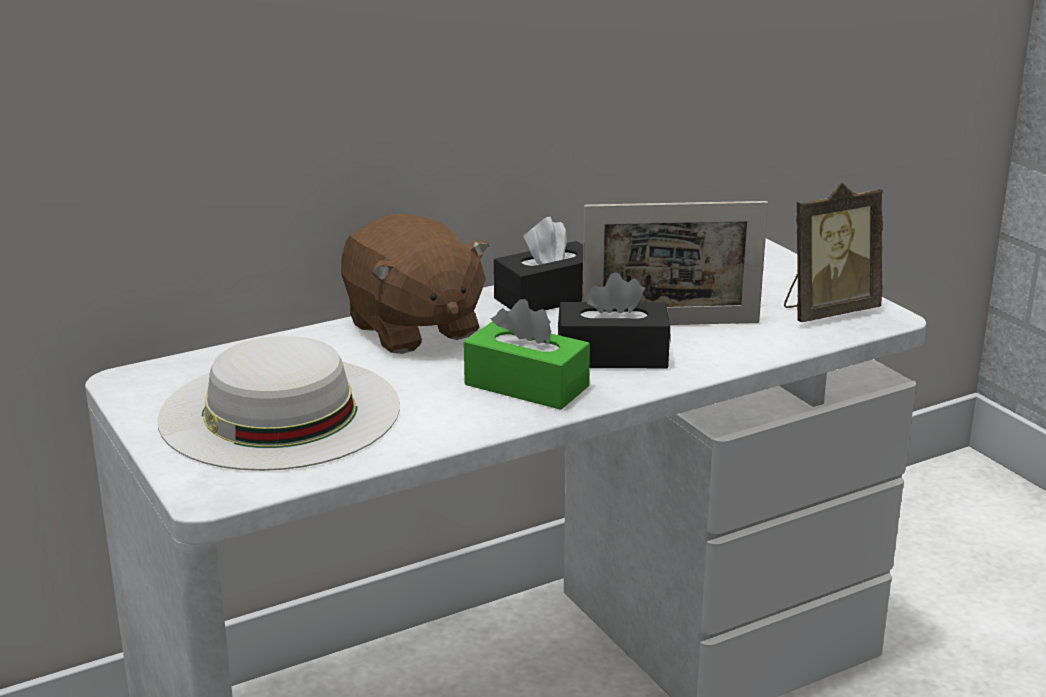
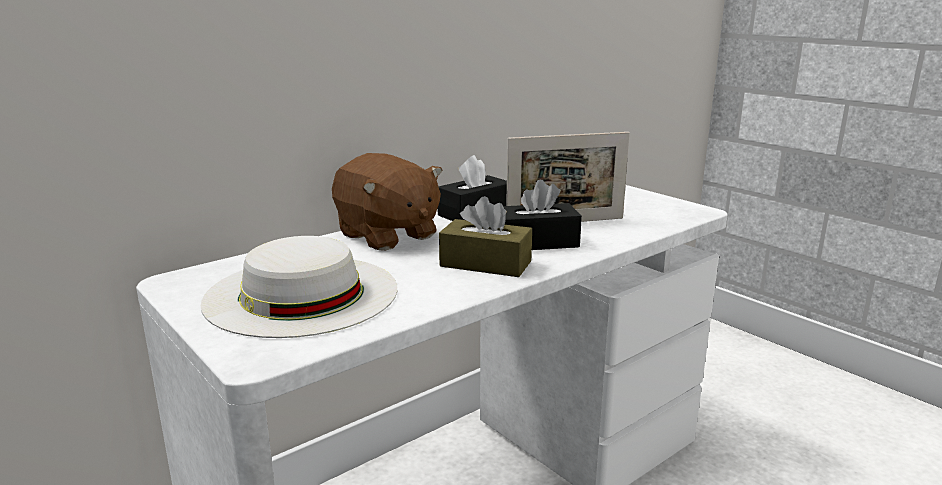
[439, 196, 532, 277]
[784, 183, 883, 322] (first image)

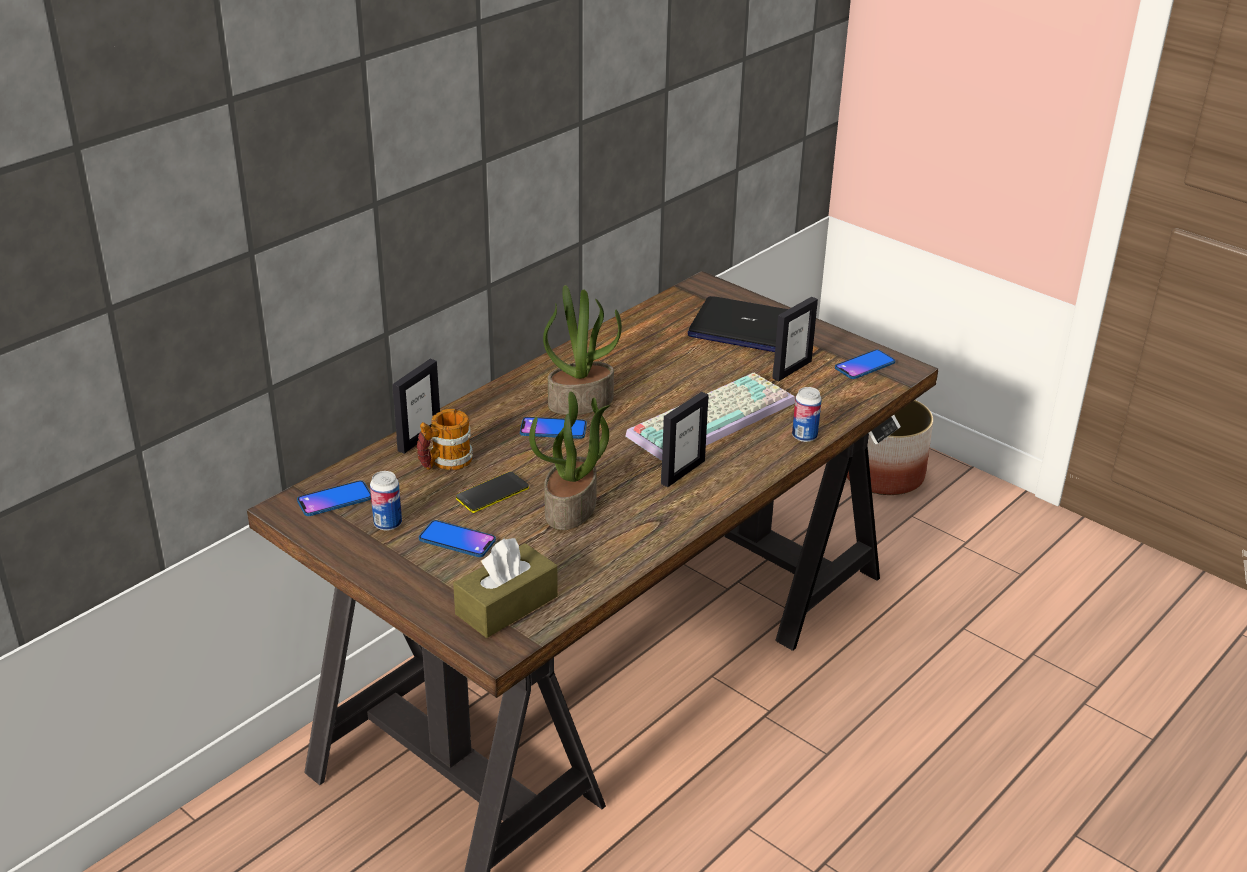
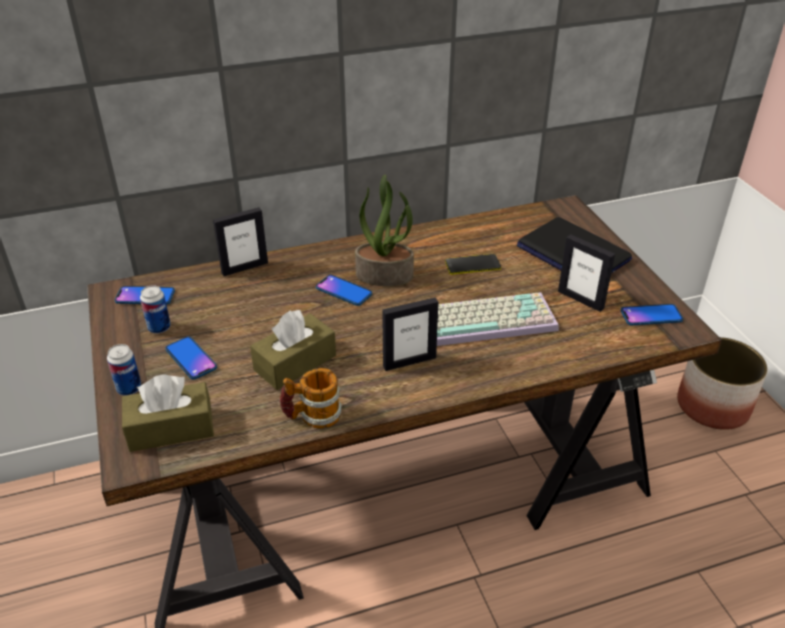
[107, 344, 142, 396]
[250, 310, 336, 390]
[280, 368, 342, 429]
[445, 254, 501, 275]
[558, 234, 615, 312]

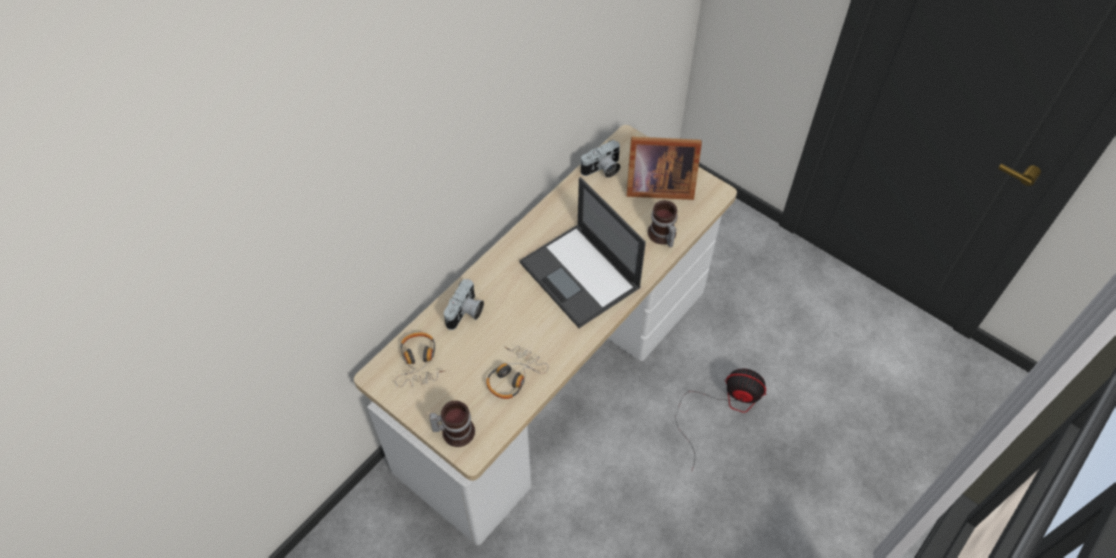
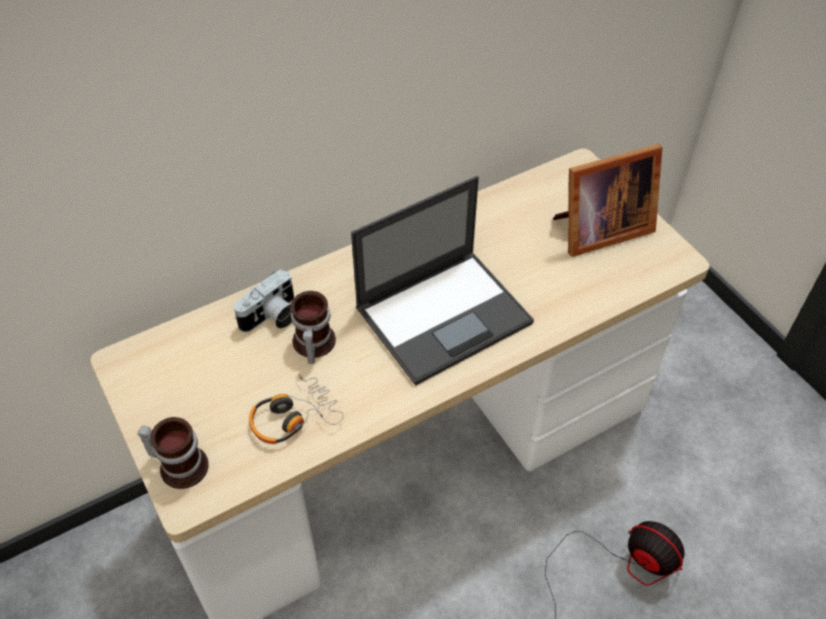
[290, 291, 336, 364]
[351, 176, 534, 386]
[553, 144, 662, 257]
[395, 332, 444, 387] (first image)
[580, 140, 621, 178] (first image)

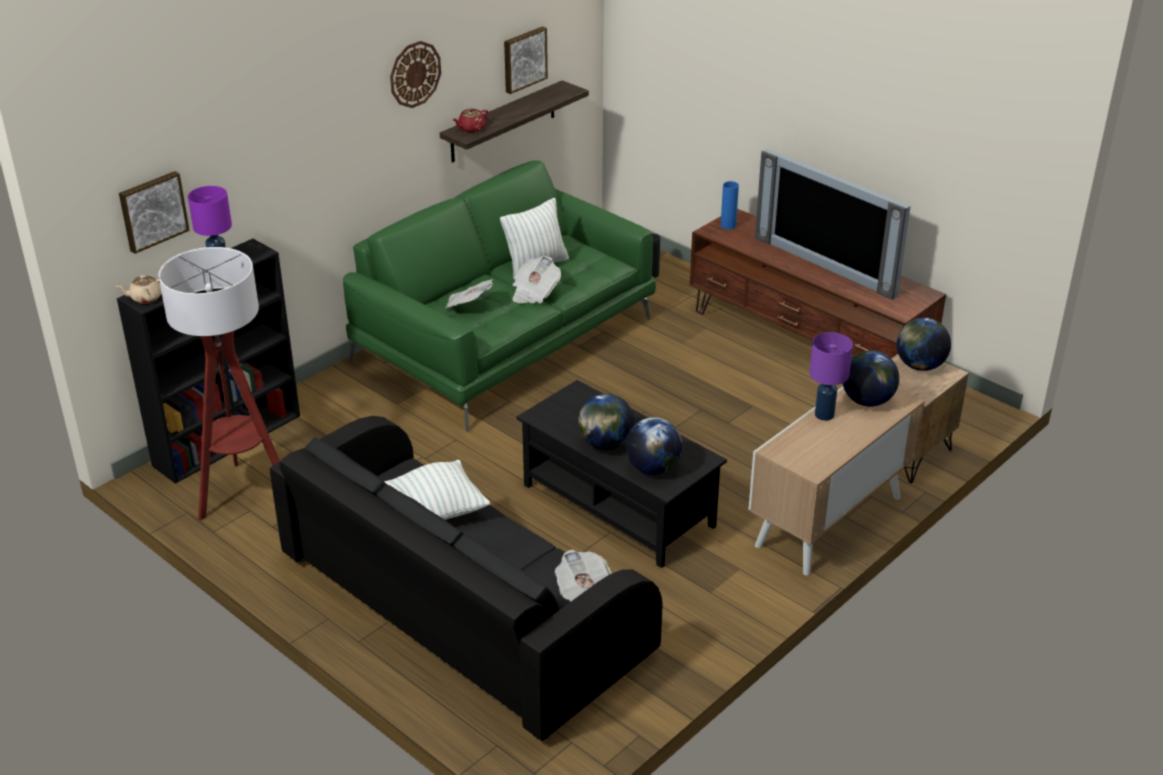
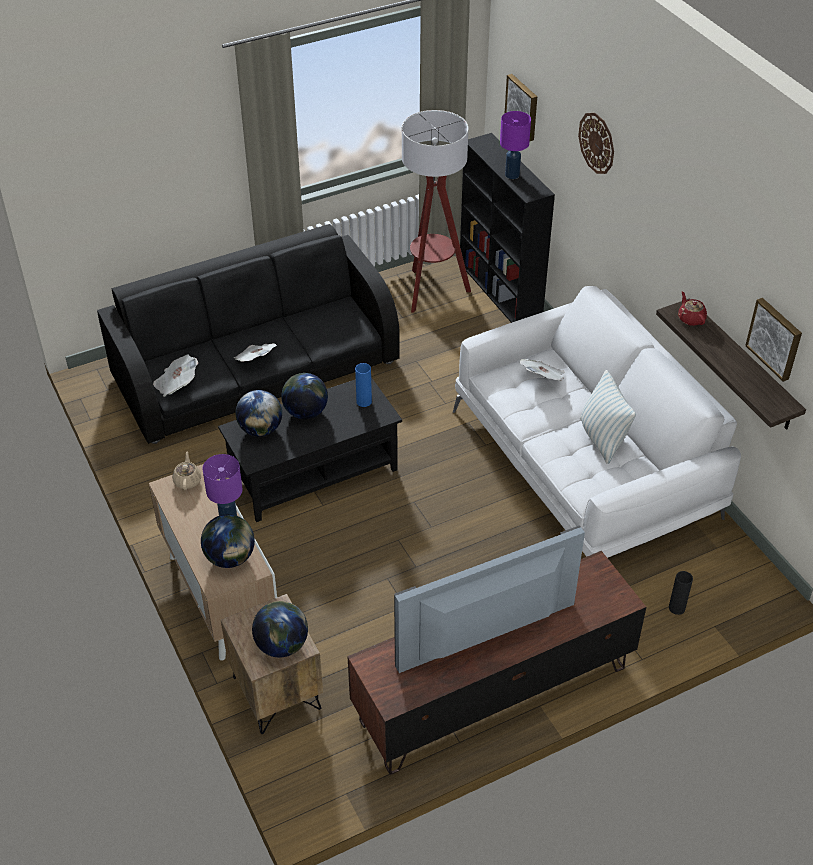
[172, 452, 201, 490]
[234, 343, 277, 362]
[355, 363, 372, 407]
[453, 286, 741, 558]
[578, 113, 614, 174]
[384, 460, 490, 520] (first image)

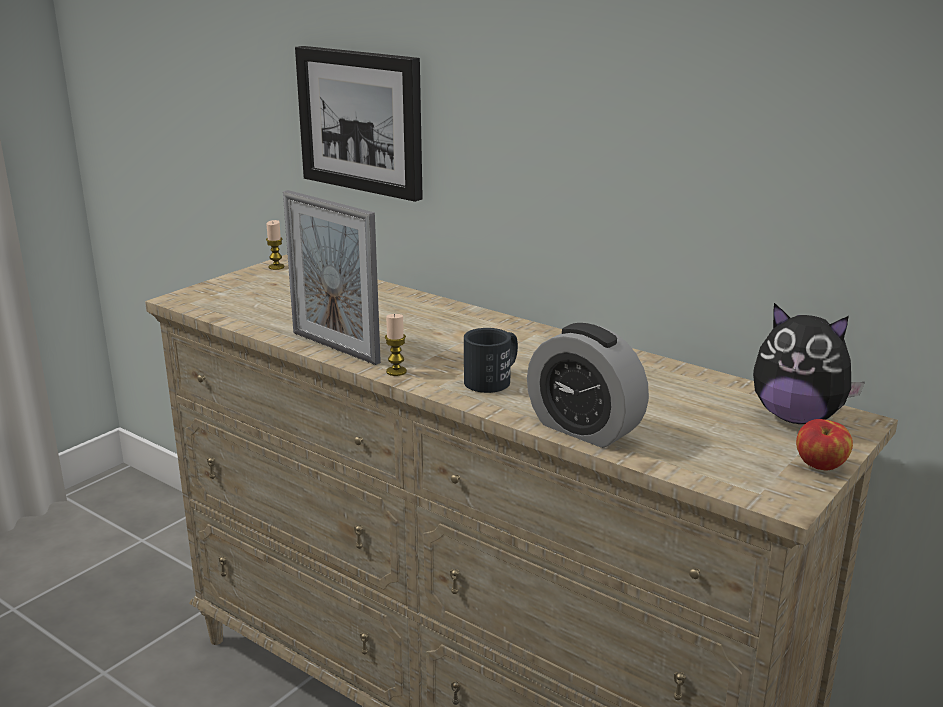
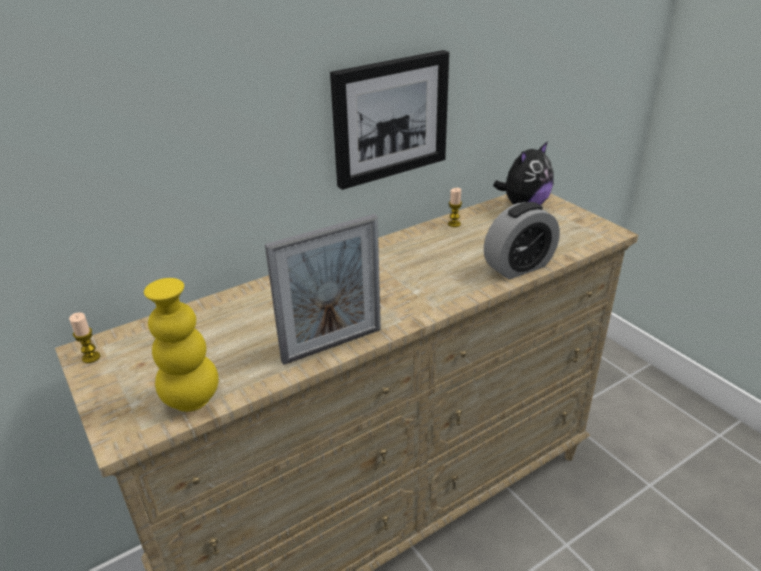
[144, 278, 219, 412]
[330, 50, 449, 190]
[448, 188, 462, 227]
[464, 328, 518, 393] (first image)
[796, 419, 853, 471] (first image)

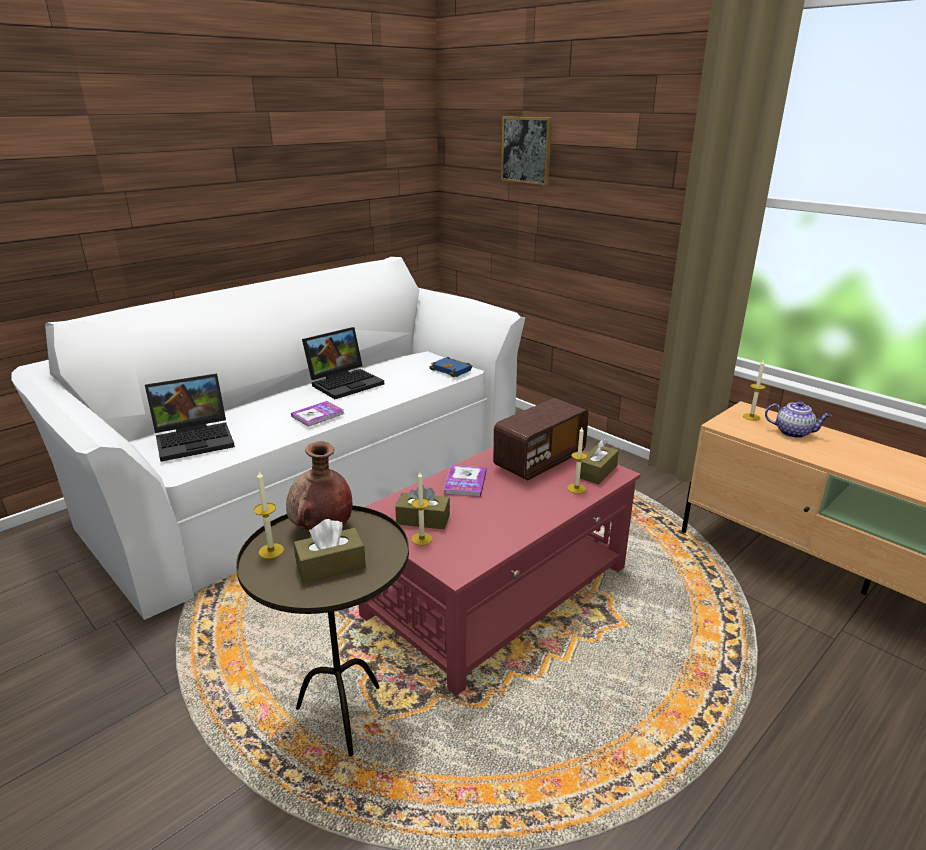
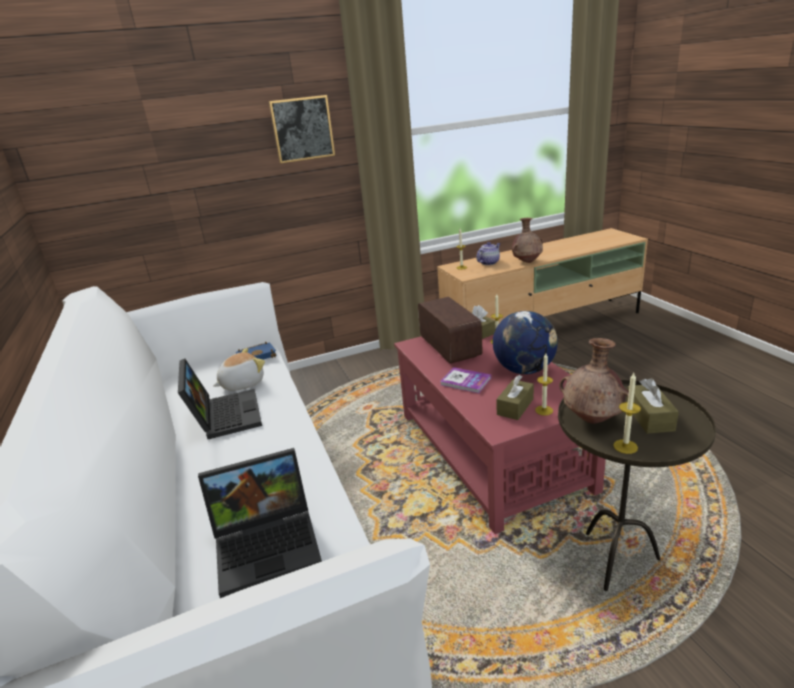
[198, 448, 322, 598]
[213, 348, 265, 391]
[269, 95, 335, 164]
[493, 311, 558, 374]
[512, 218, 543, 263]
[291, 401, 344, 427] (first image)

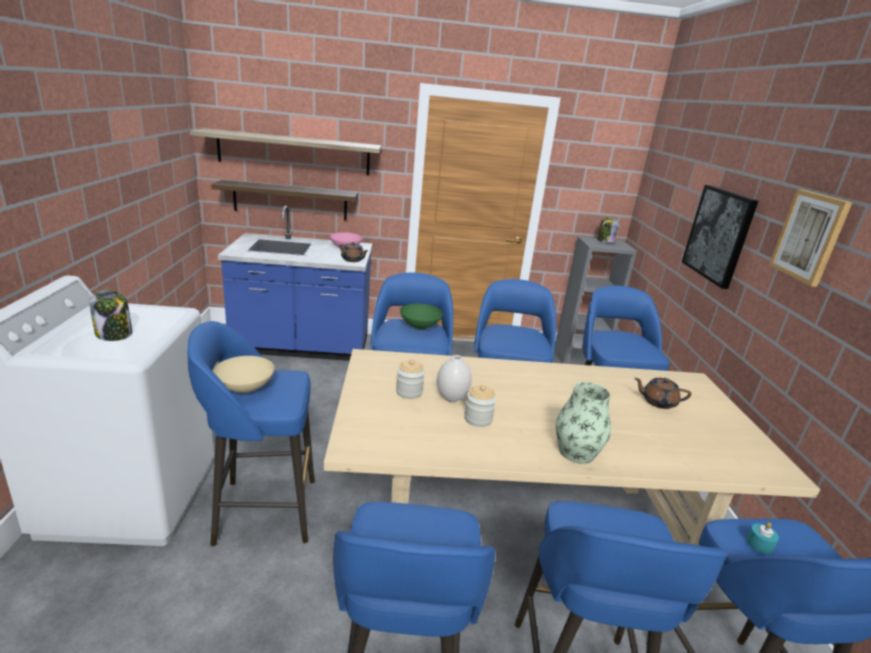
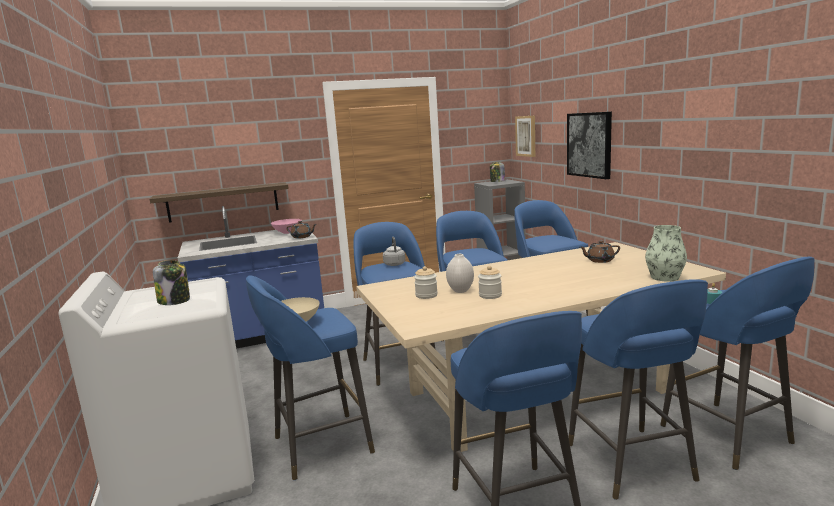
[383, 237, 405, 266]
[515, 116, 535, 157]
[645, 225, 687, 282]
[190, 128, 382, 176] (first image)

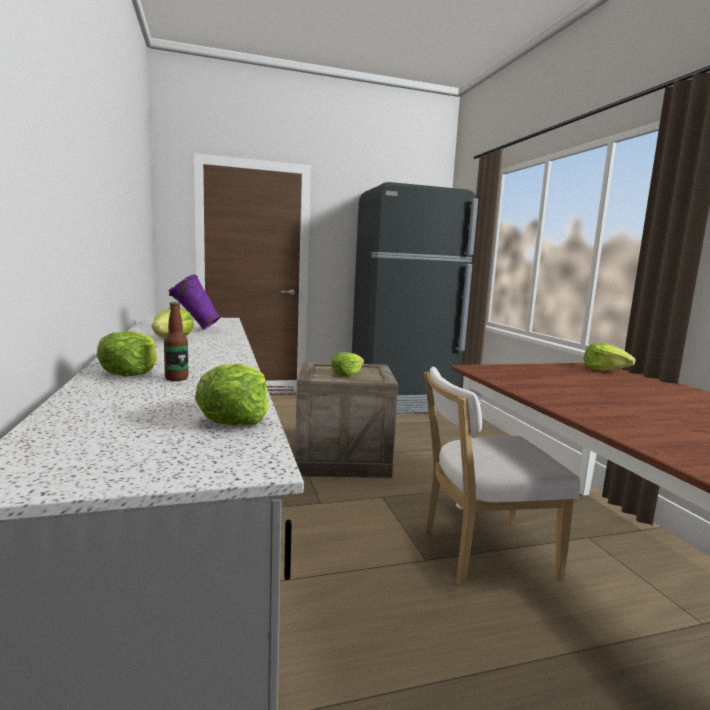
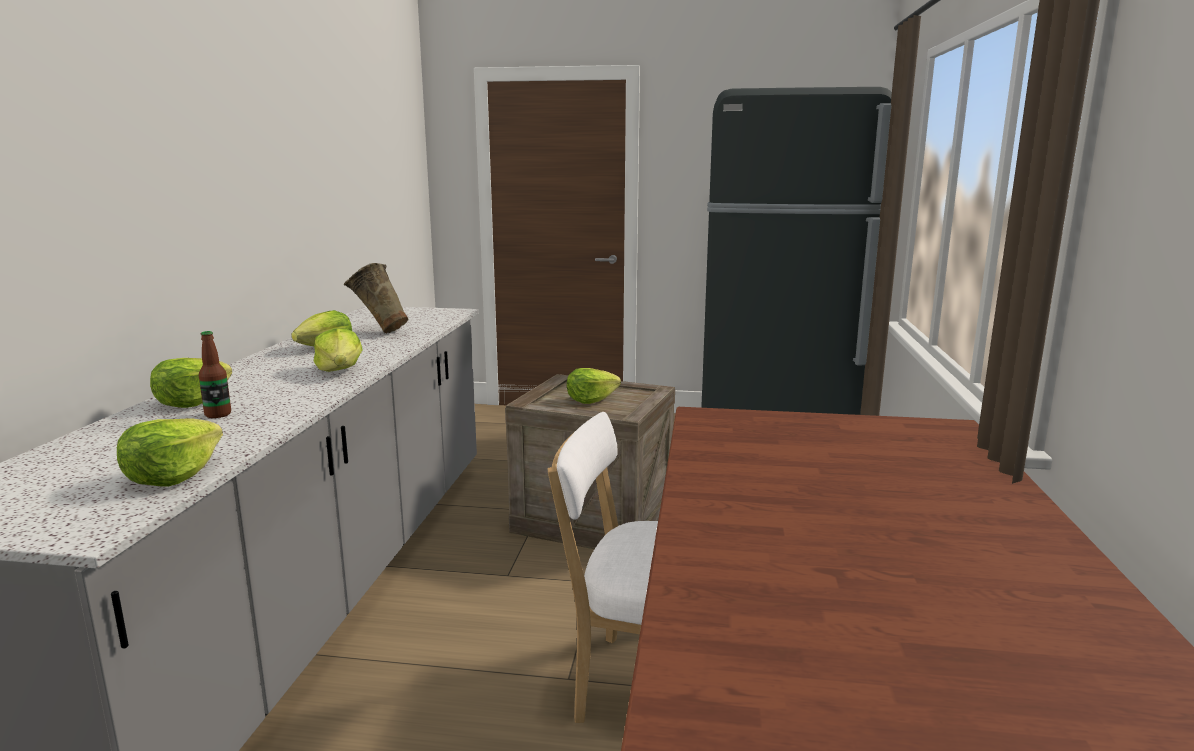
[314, 328, 363, 372]
[344, 263, 408, 334]

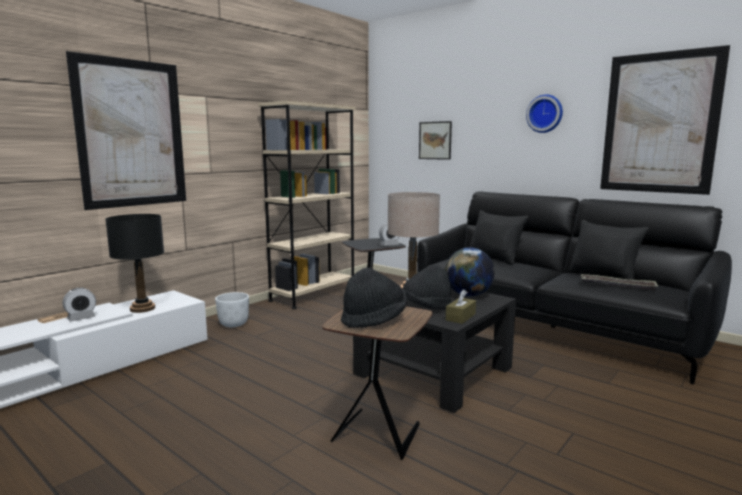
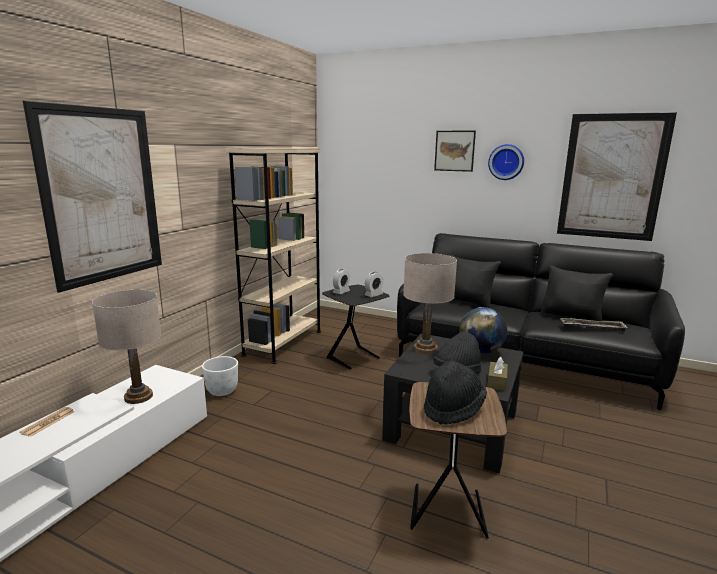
[92, 290, 161, 404]
[333, 269, 350, 294]
[434, 131, 476, 172]

